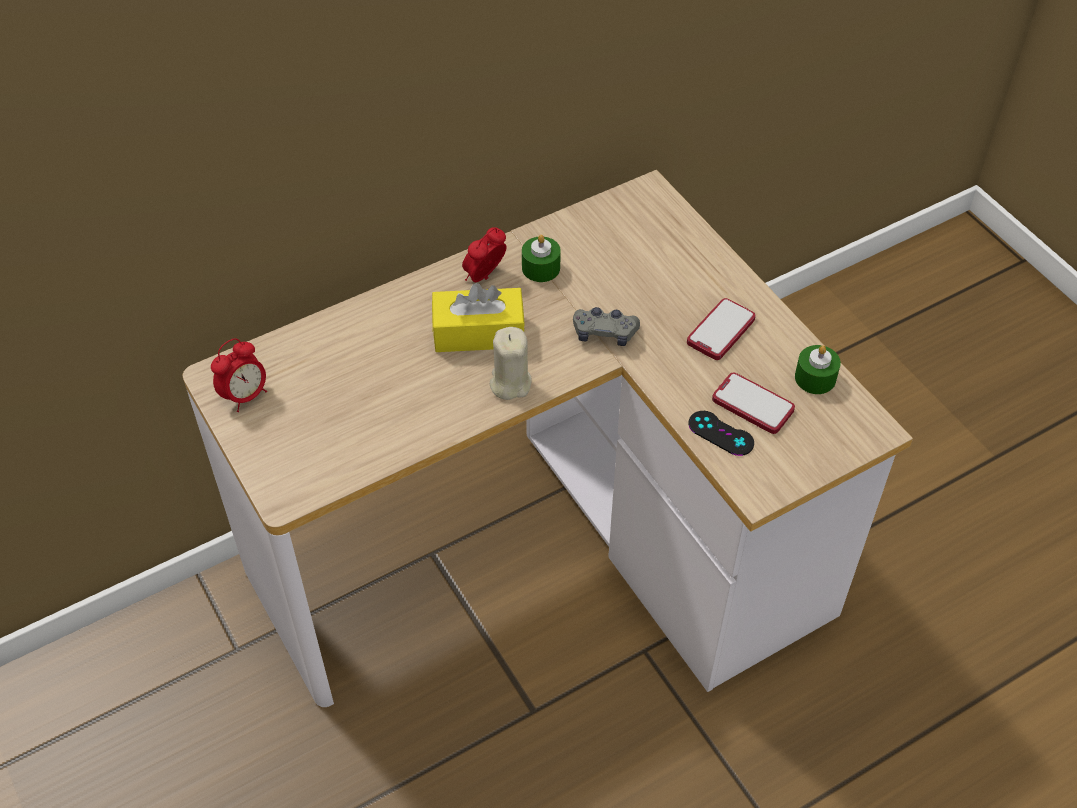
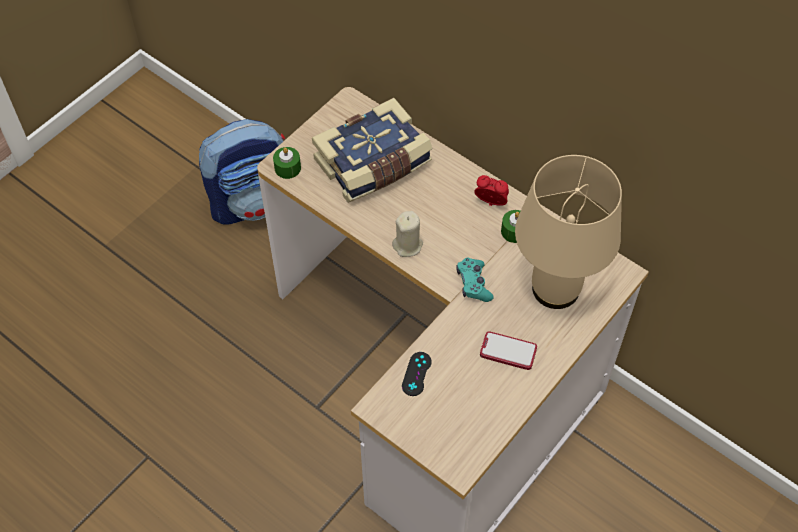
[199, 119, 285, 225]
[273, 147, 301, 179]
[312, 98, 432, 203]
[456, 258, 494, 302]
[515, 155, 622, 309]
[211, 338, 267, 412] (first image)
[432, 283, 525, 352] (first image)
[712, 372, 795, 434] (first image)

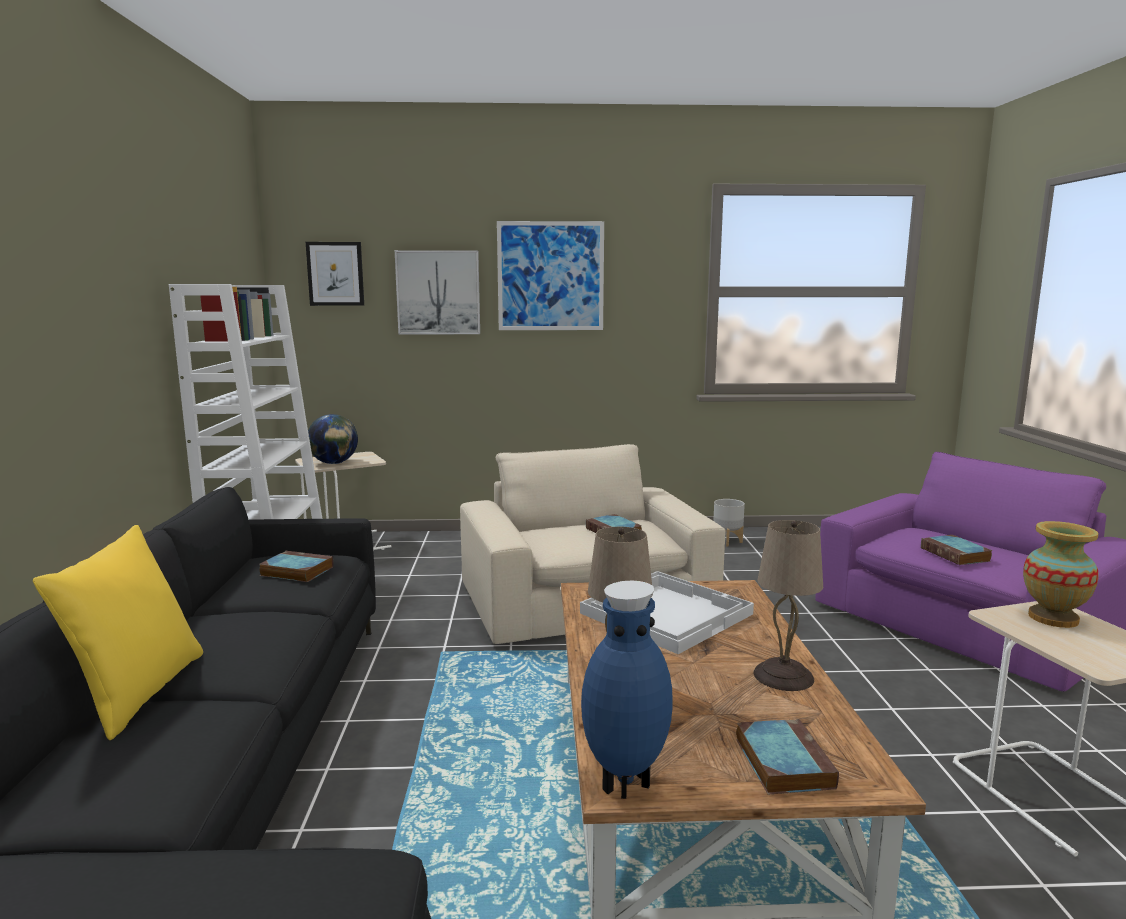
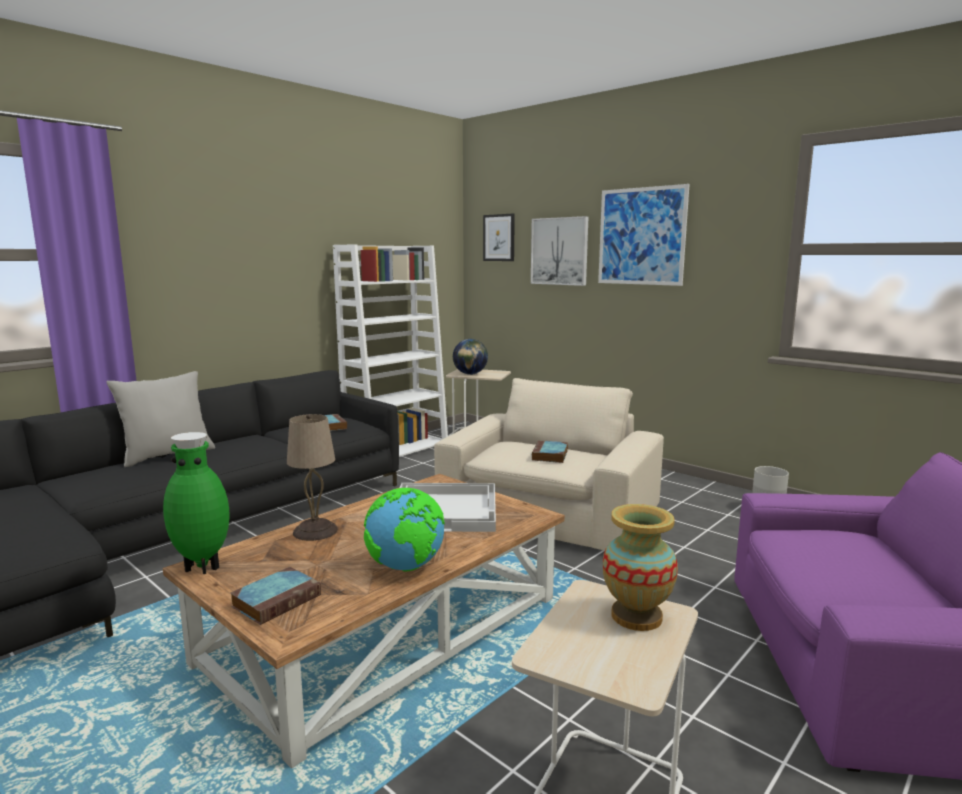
[107, 371, 215, 467]
[163, 432, 230, 574]
[364, 488, 445, 572]
[921, 535, 993, 565] (first image)

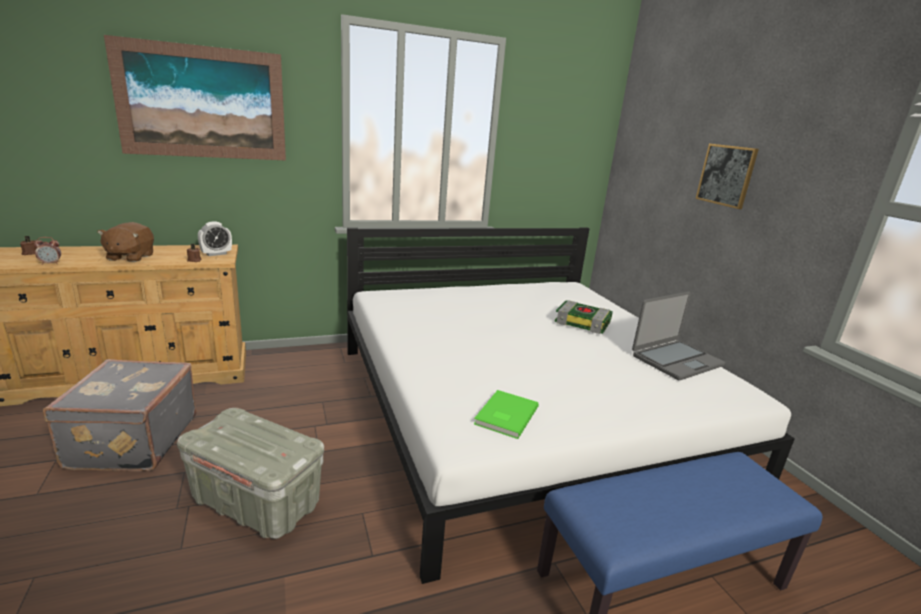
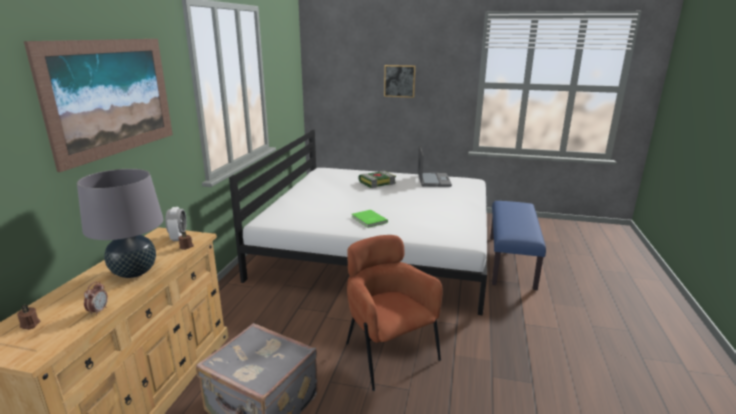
[77, 169, 164, 278]
[346, 235, 443, 391]
[352, 210, 388, 228]

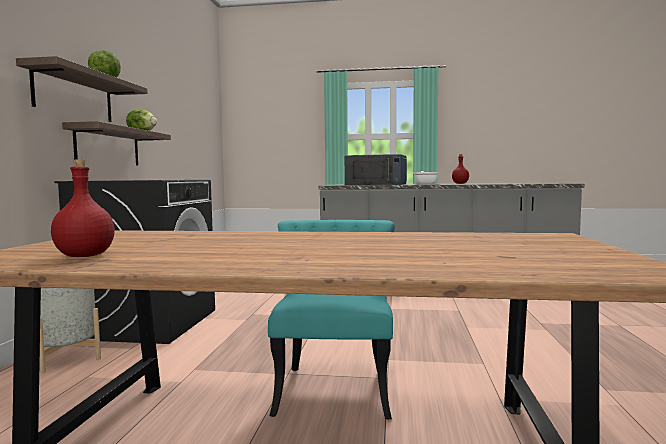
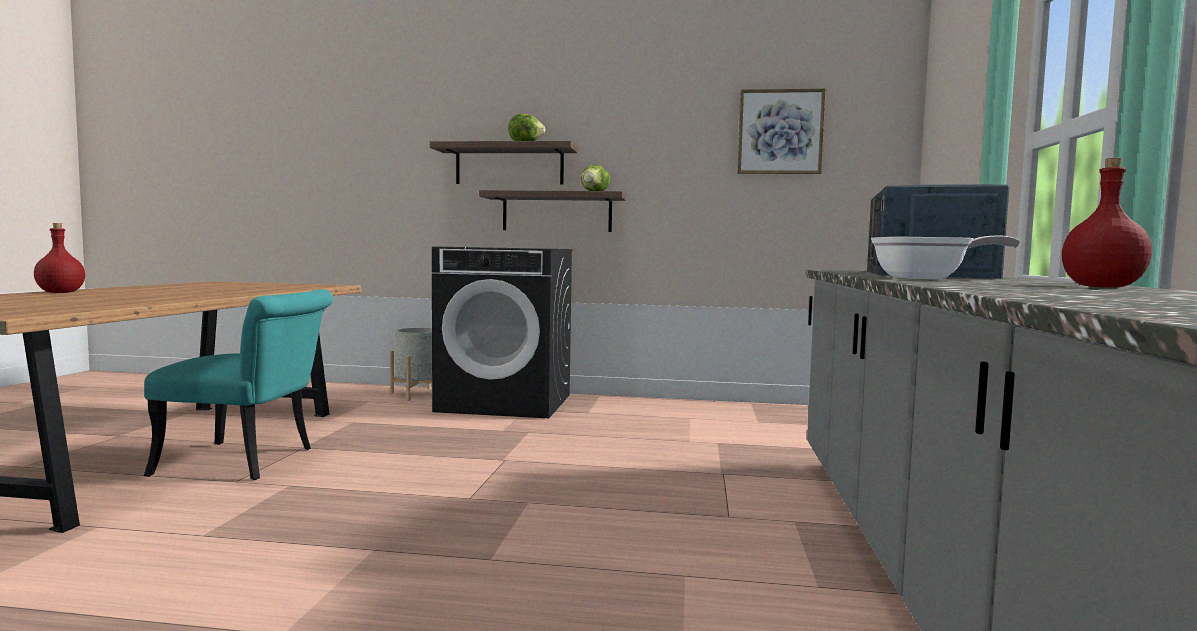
[34, 223, 85, 293]
[737, 88, 826, 174]

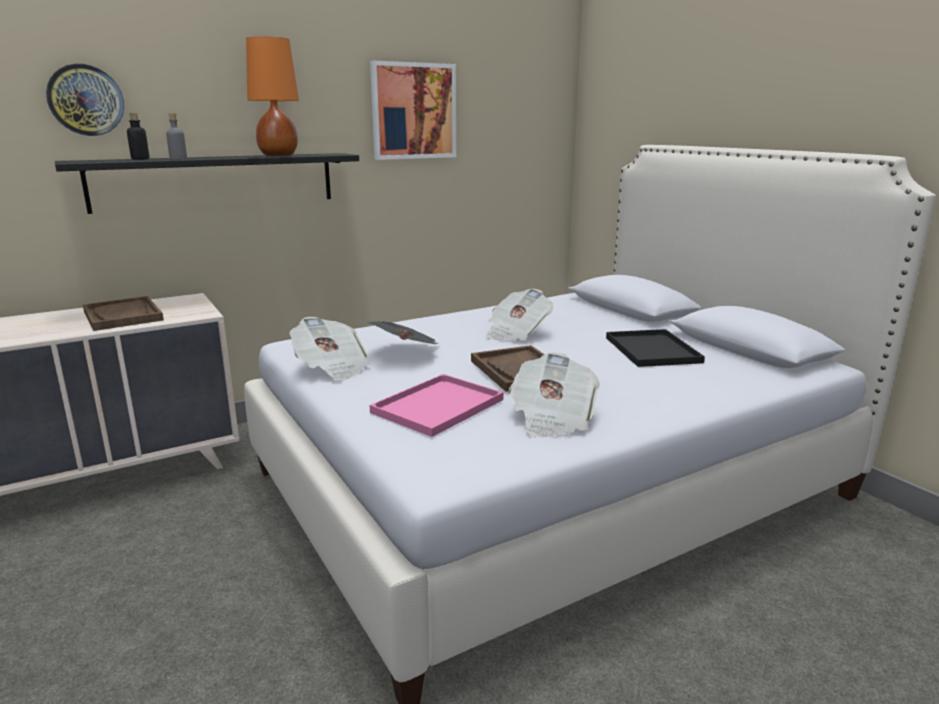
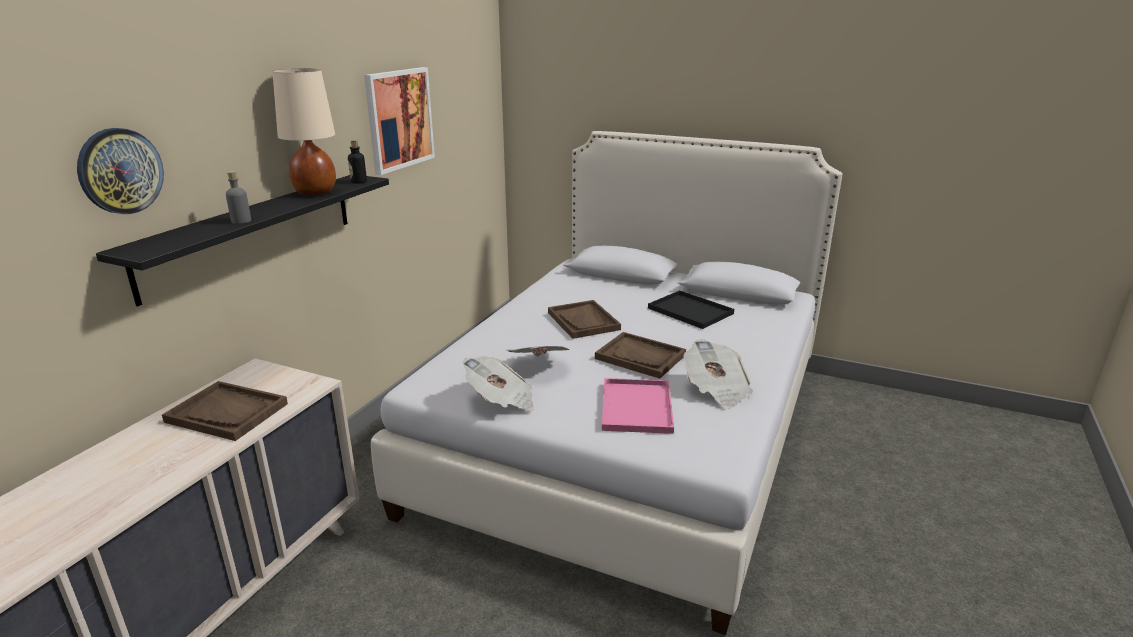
[272, 69, 336, 196]
[348, 140, 367, 184]
[548, 300, 621, 339]

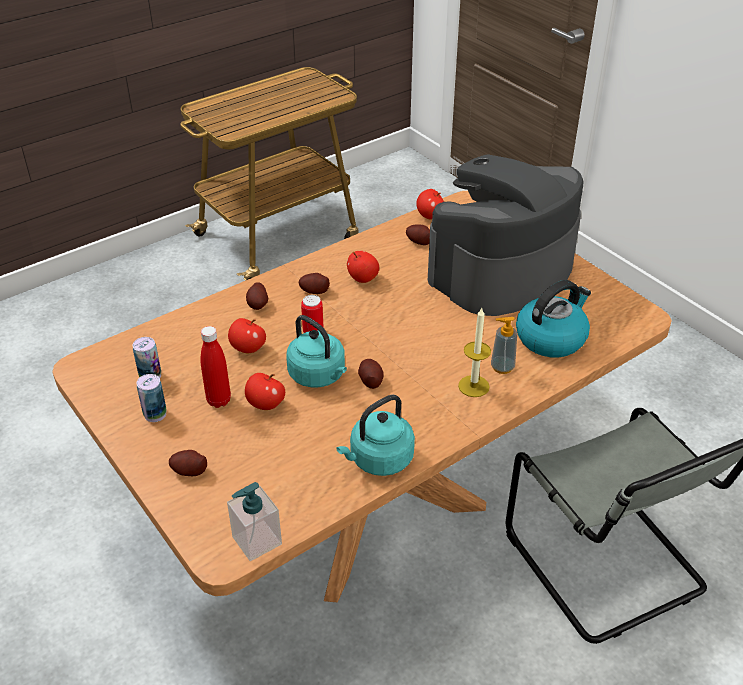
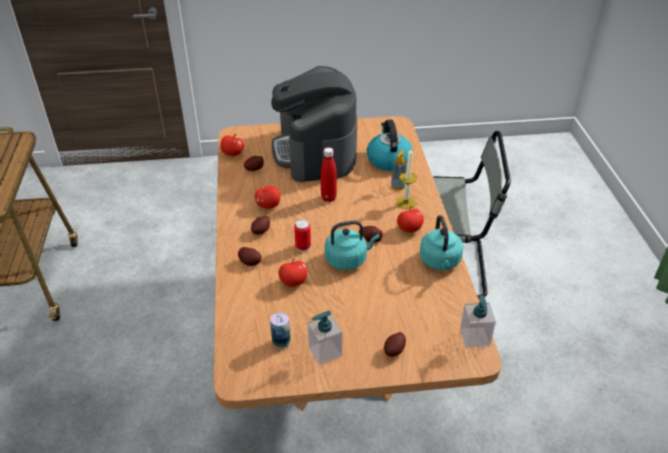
[308, 311, 343, 365]
[321, 148, 337, 202]
[397, 206, 424, 233]

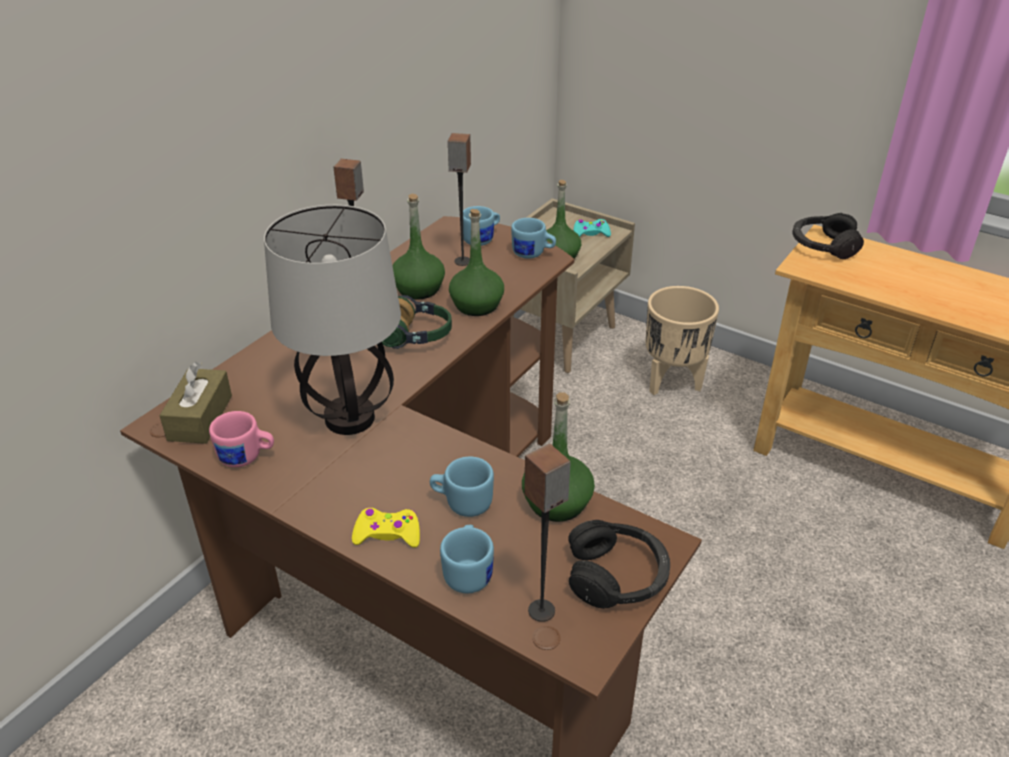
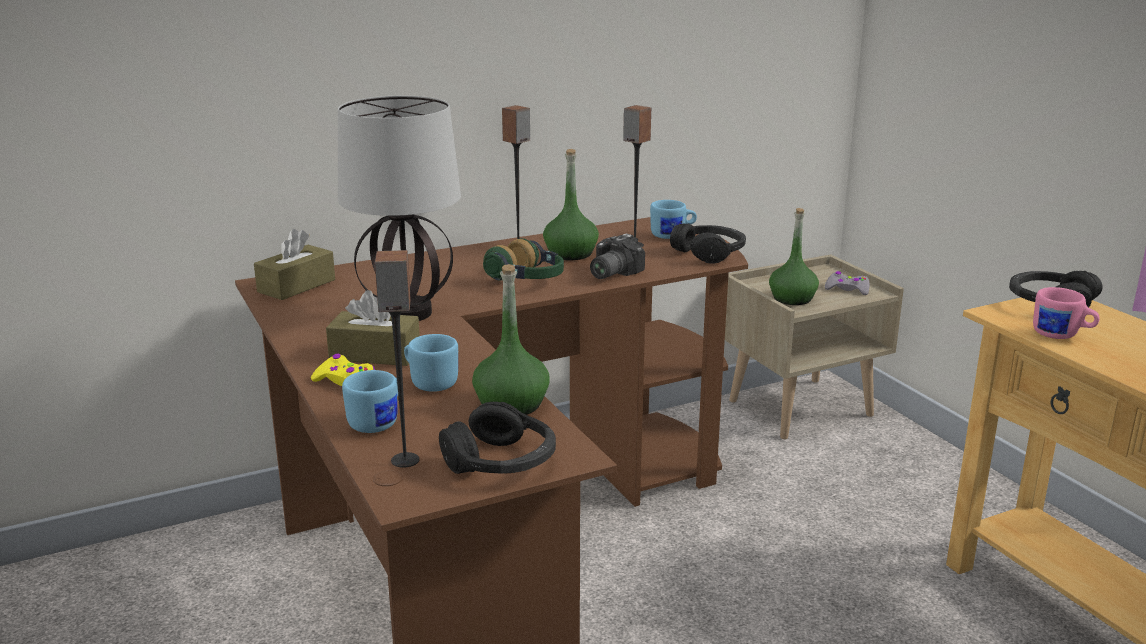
[326, 290, 420, 366]
[590, 234, 645, 279]
[670, 224, 746, 264]
[825, 271, 869, 295]
[1033, 287, 1100, 339]
[646, 286, 719, 395] (first image)

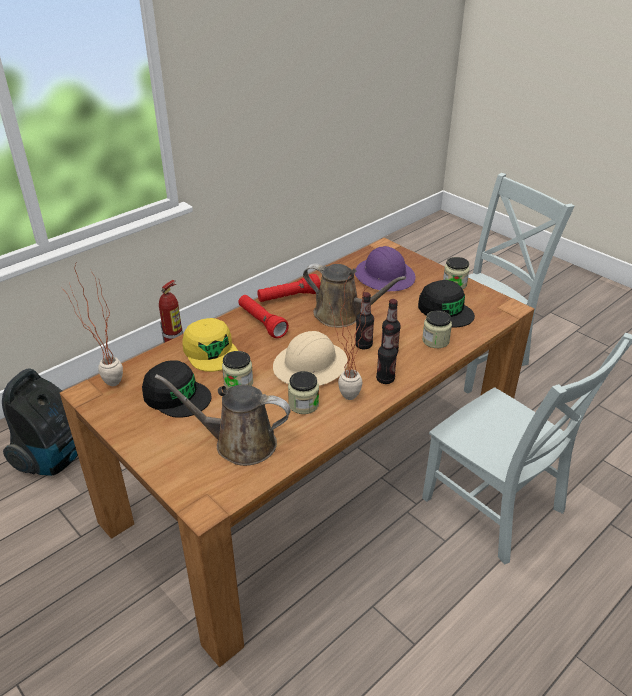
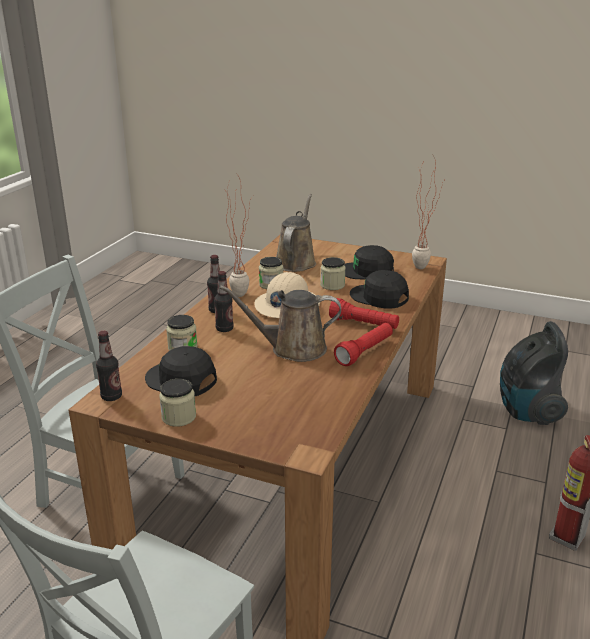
[96, 331, 122, 401]
[276, 194, 316, 272]
[350, 270, 409, 309]
[355, 246, 416, 291] (first image)

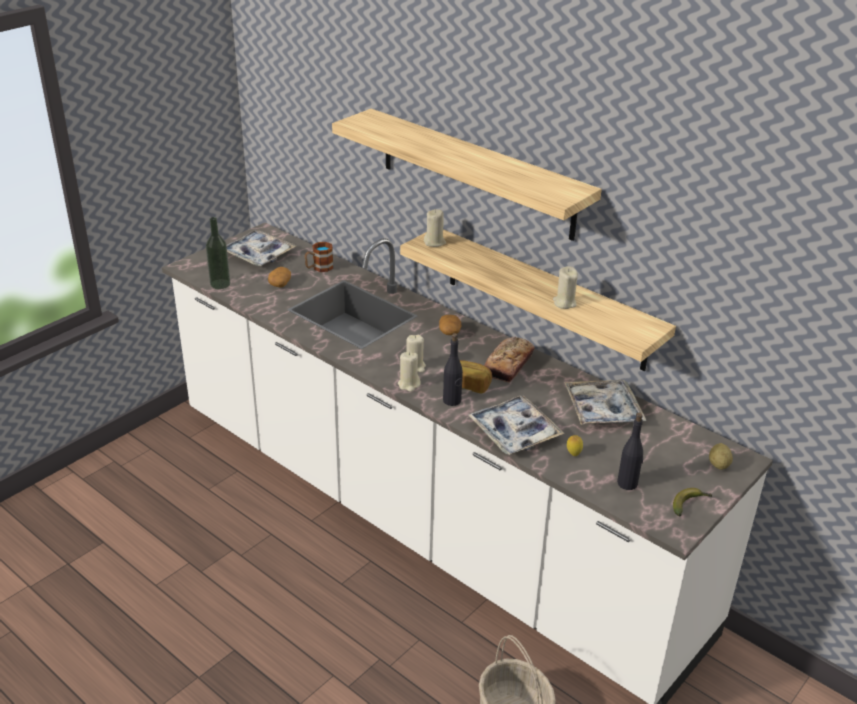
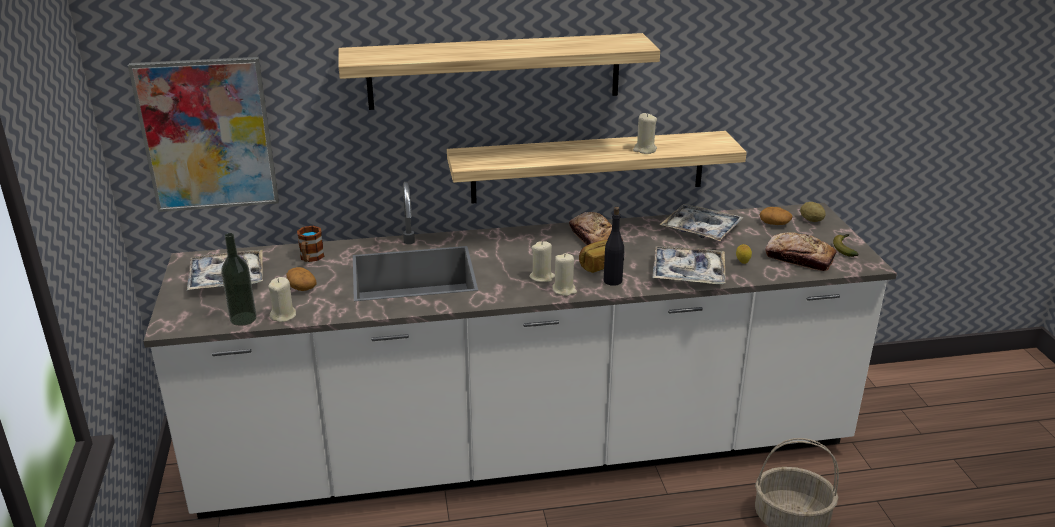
[128, 57, 279, 212]
[268, 277, 296, 322]
[759, 207, 792, 225]
[765, 232, 837, 271]

